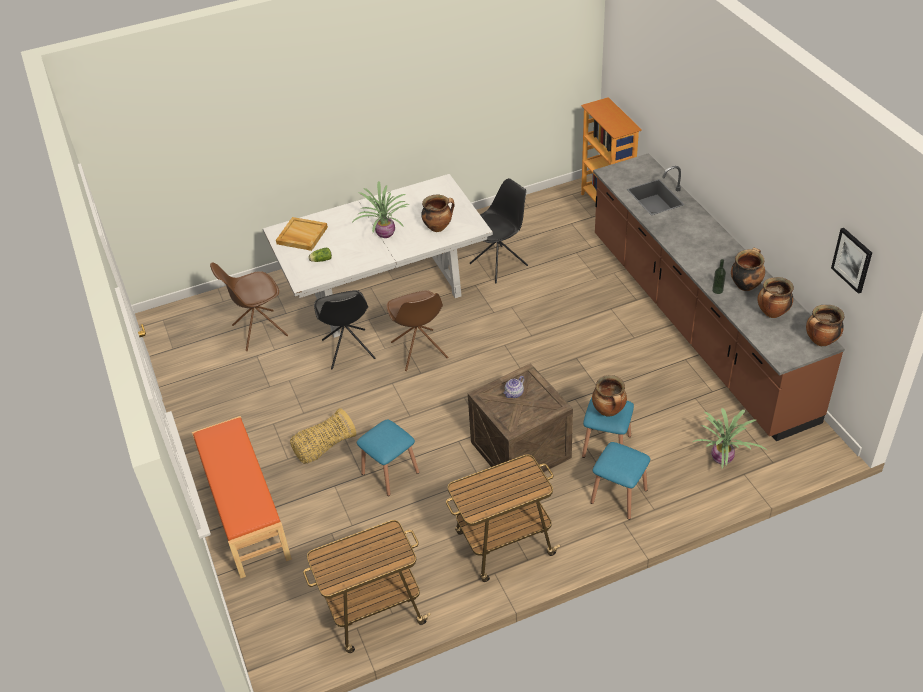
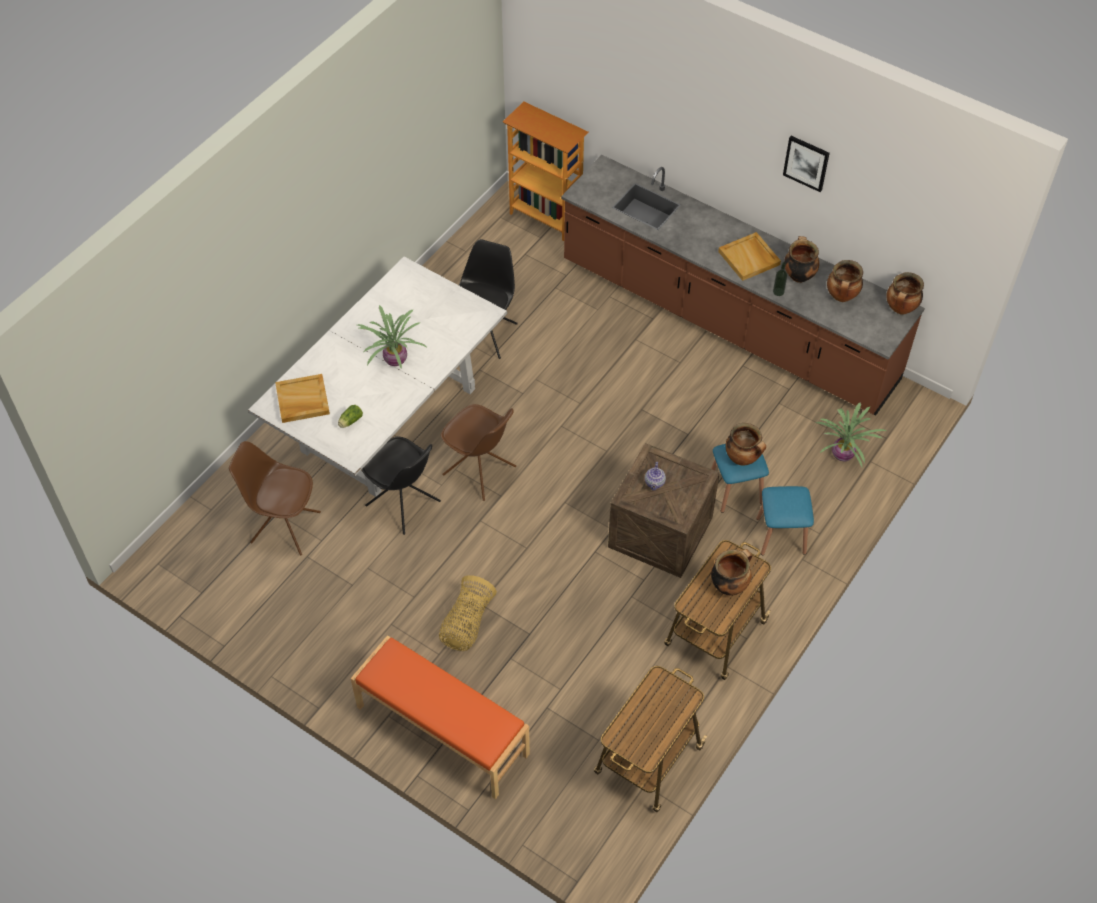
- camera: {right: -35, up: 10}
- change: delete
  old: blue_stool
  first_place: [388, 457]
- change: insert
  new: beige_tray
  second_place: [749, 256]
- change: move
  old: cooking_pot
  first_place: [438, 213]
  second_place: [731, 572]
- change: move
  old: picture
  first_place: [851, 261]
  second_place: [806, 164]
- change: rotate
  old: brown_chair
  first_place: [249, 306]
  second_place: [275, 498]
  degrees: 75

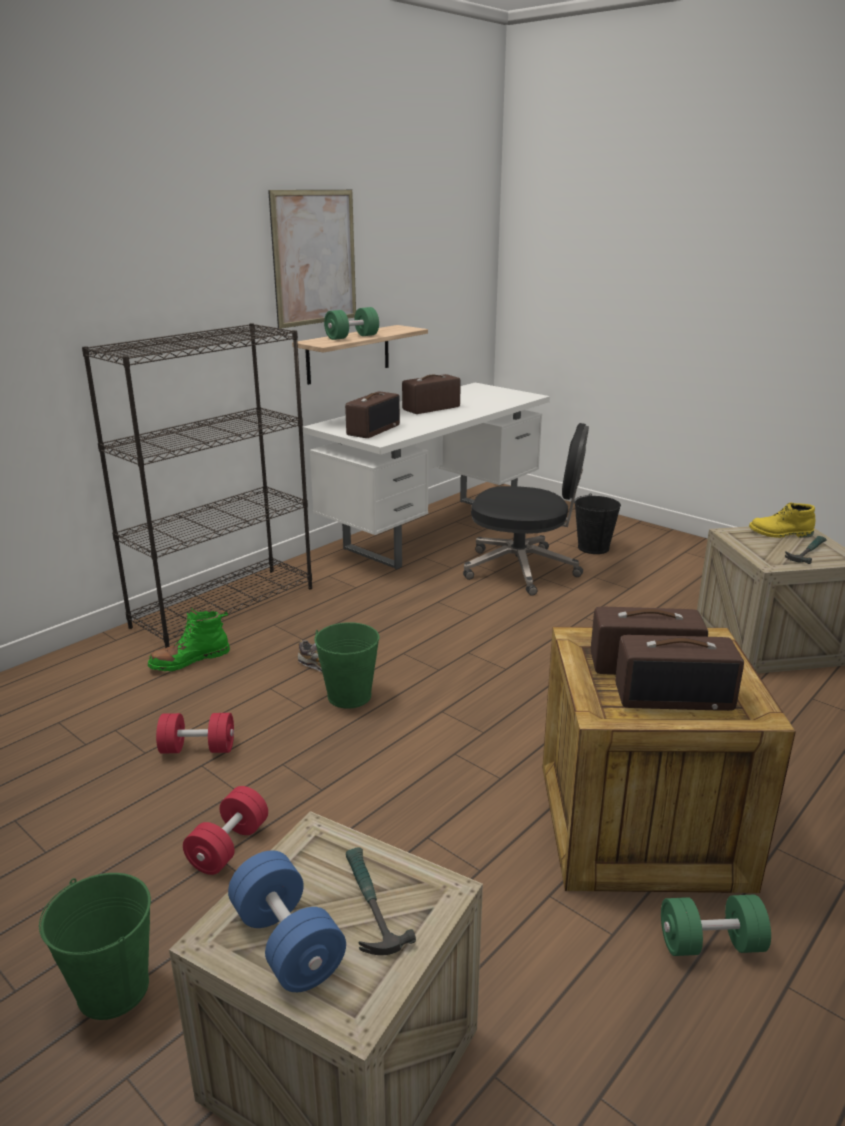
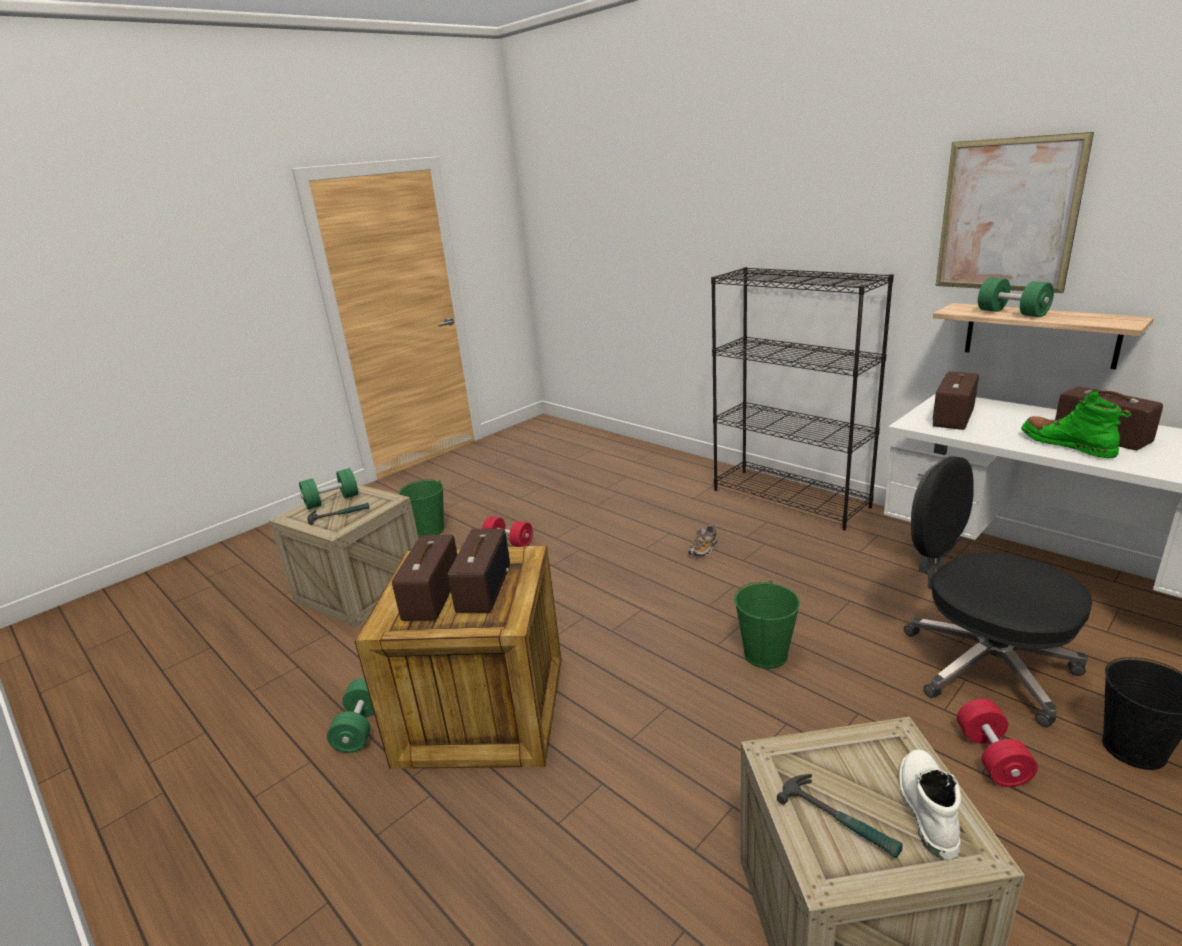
- camera: {right: 95, up: 0}
- change: move
  old: green_boot
  first_place: [189, 639]
  second_place: [1076, 424]
- change: move
  old: red_dumbbell
  first_place: [195, 733]
  second_place: [997, 743]
- change: move
  old: green_bucket
  first_place: [346, 665]
  second_place: [767, 624]
- change: recolor
  old: blue_dumbbell
  new: green_dumbbell
  first_place: [287, 921]
  second_place: [328, 488]
- change: recolor
  old: yellow_boot
  new: white_boot
  first_place: [782, 520]
  second_place: [930, 804]
- change: rotate
  old: radio
  first_place: [372, 414]
  second_place: [956, 401]
  degrees: 90
- change: rotate
  old: black_office_chair
  first_place: [526, 509]
  second_place: [998, 591]
  degrees: 120

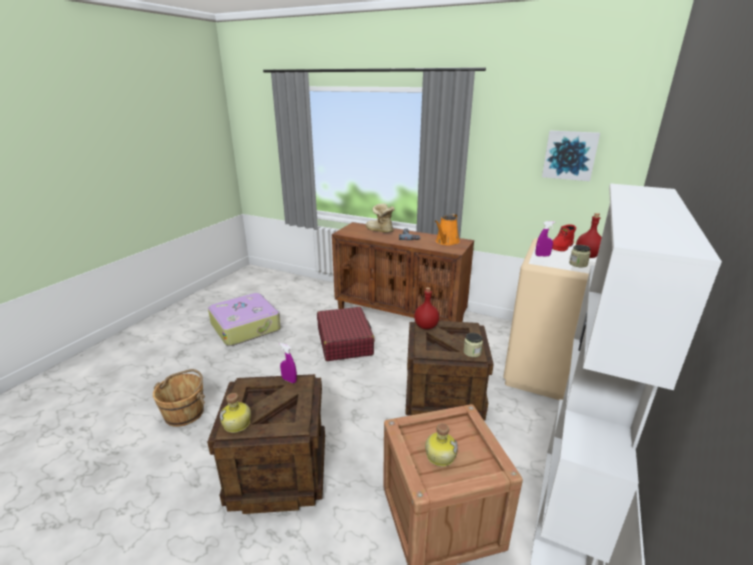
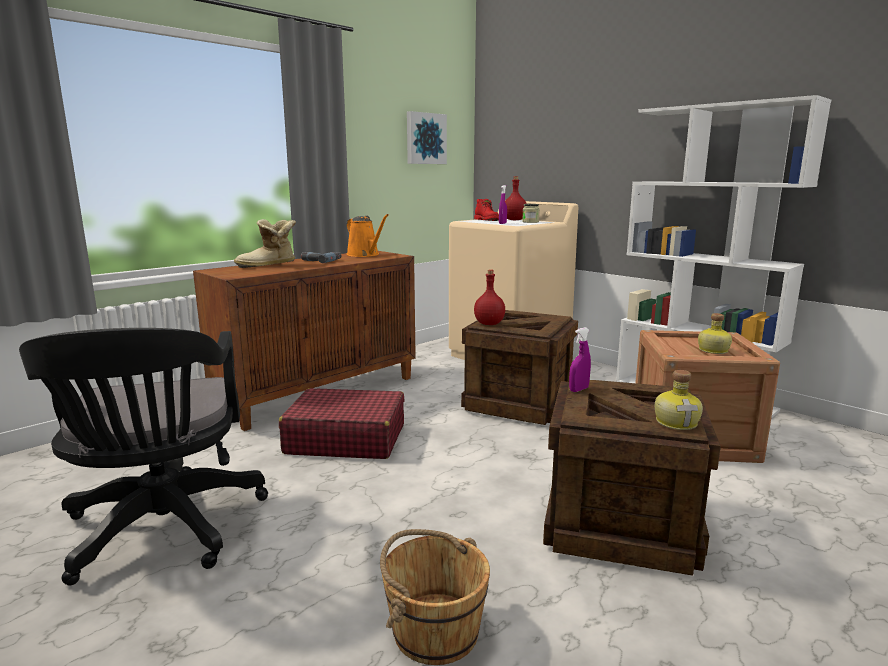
- camera: {right: -70, up: -10}
- change: delete
  old: jar
  first_place: [473, 345]
- change: replace
  old: suitcase
  new: black_office_chair
  first_place: [244, 319]
  second_place: [143, 457]

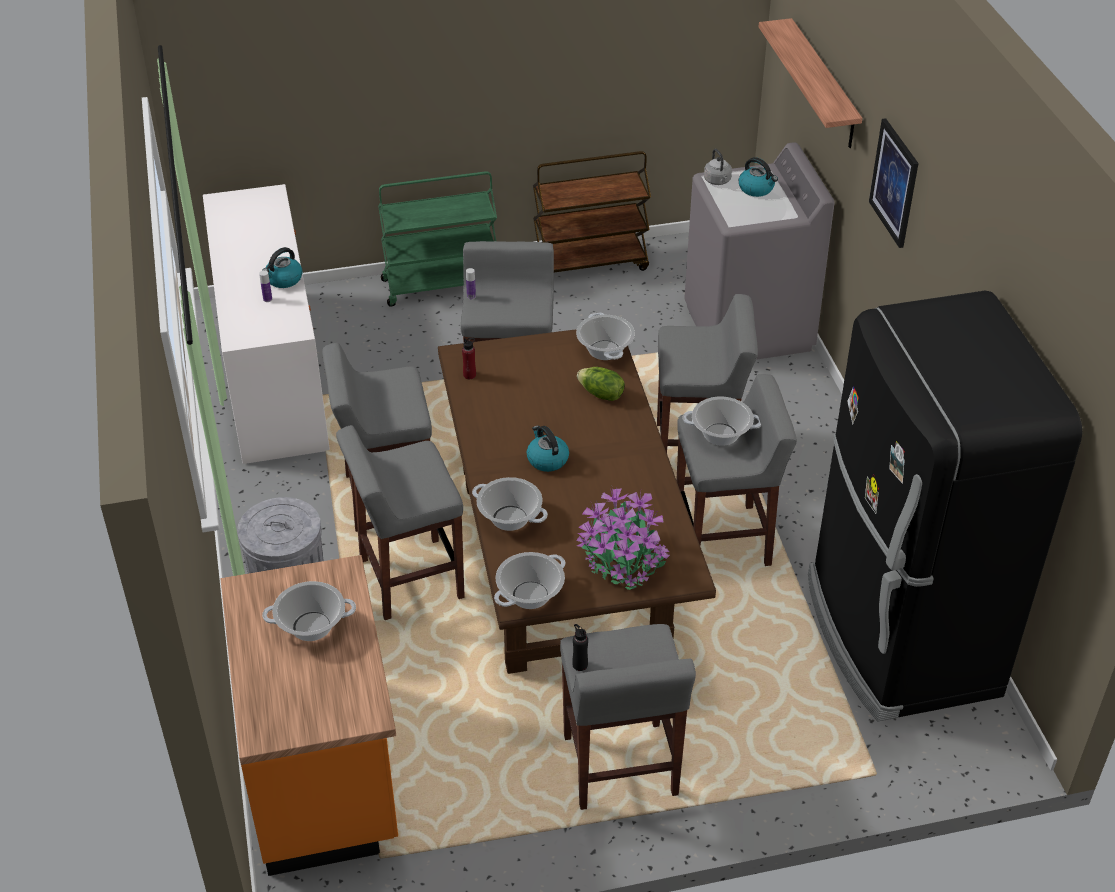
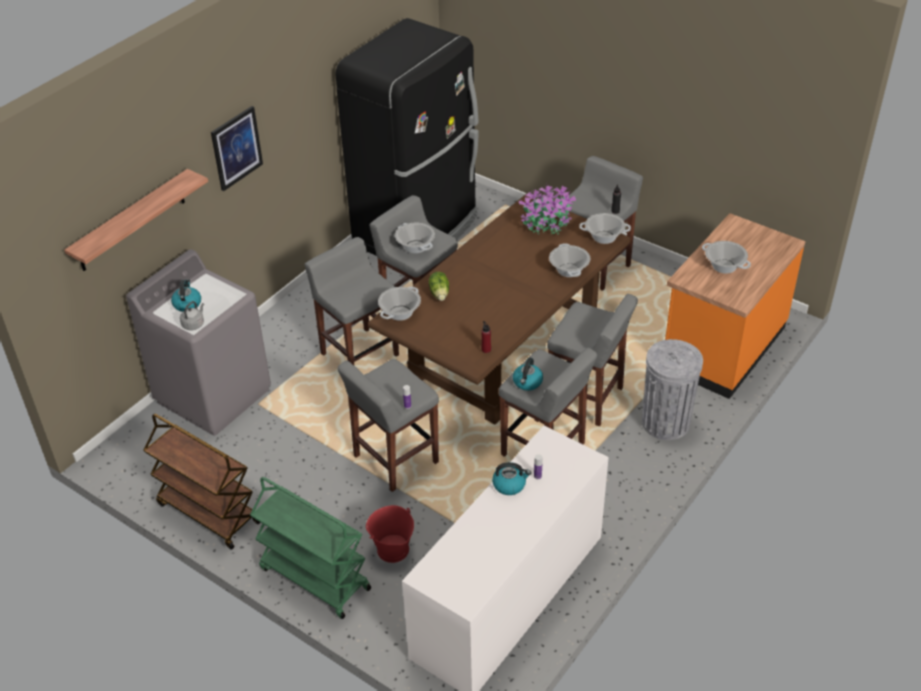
- camera: {right: -130, up: 0}
- change: insert
  new: red_bucket
  second_place: [390, 534]
- change: move
  old: kettle
  first_place: [548, 449]
  second_place: [528, 374]

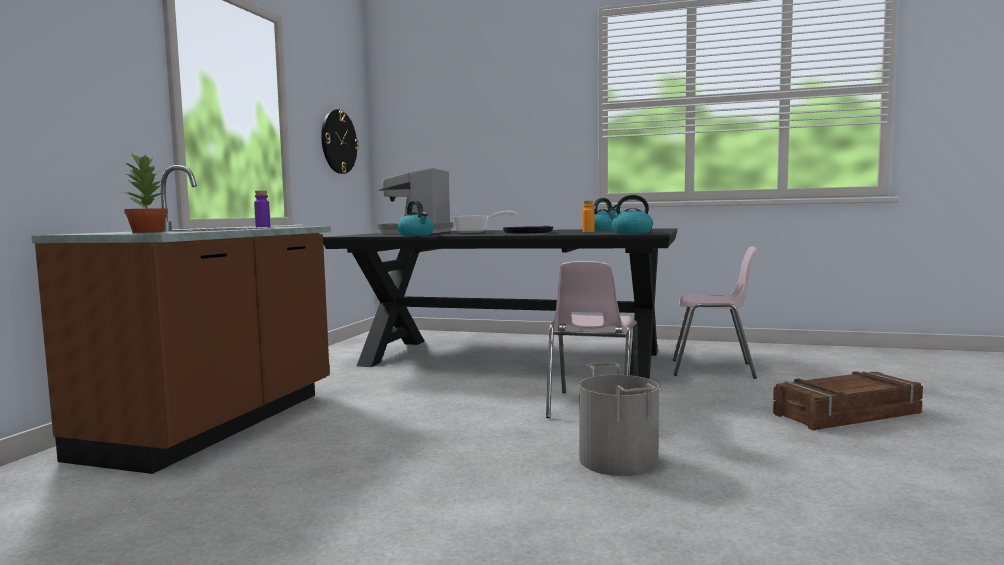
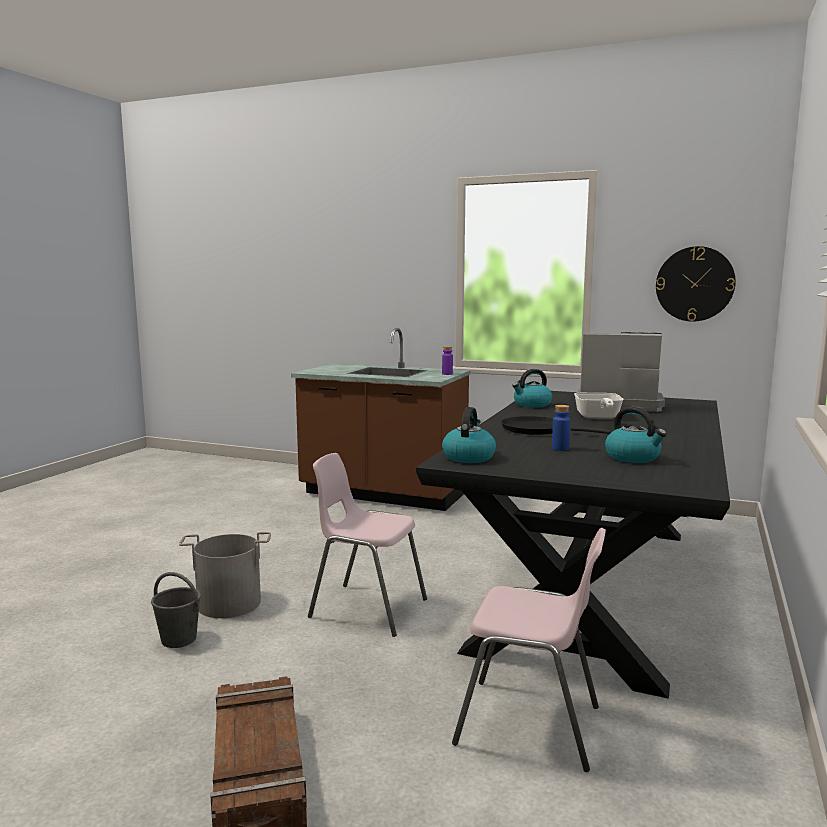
- camera: {right: 95, up: 5}
- change: delete
  old: potted_plant
  first_place: [146, 193]
- change: insert
  new: grey_bucket
  second_place: [176, 610]
- change: recolor
  old: orange_bottle
  new: blue_bottle
  first_place: [588, 216]
  second_place: [561, 428]
- change: rotate
  old: pink_chair
  first_place: [715, 312]
  second_place: [529, 650]
  degrees: -90

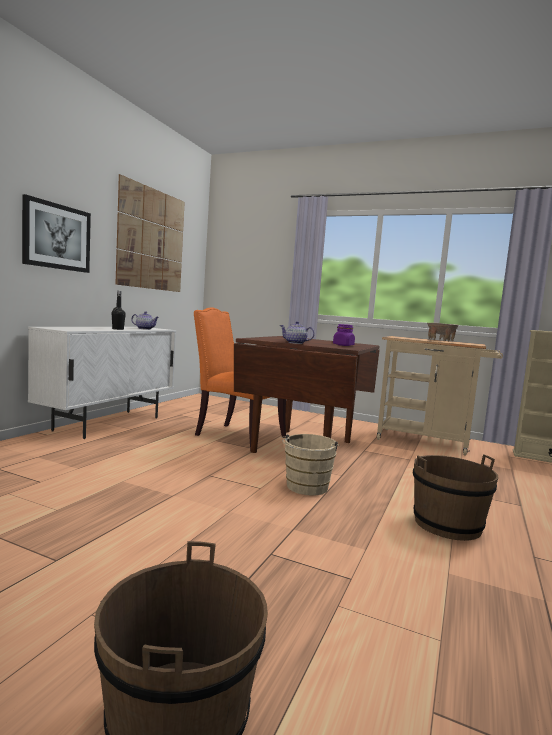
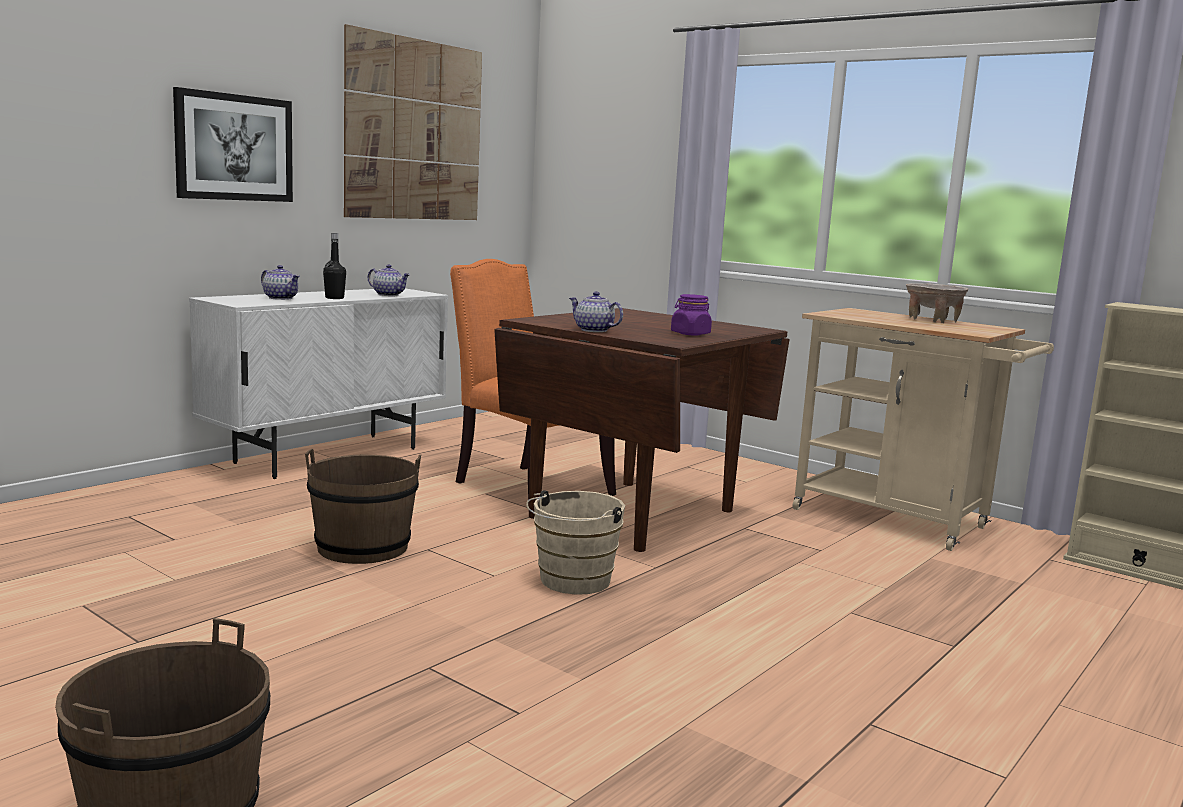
- camera: {right: 15, up: 5}
- change: insert
  new: teapot
  second_place: [280, 282]
- change: move
  old: brown_bucket
  first_place: [455, 497]
  second_place: [363, 506]

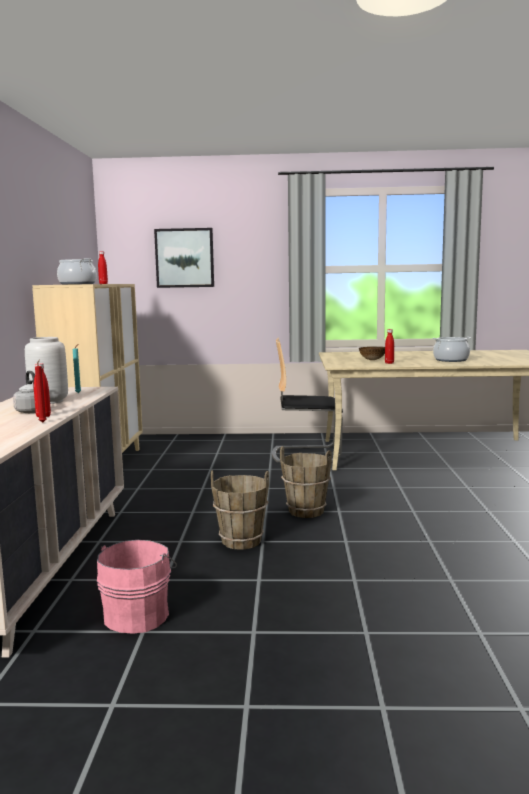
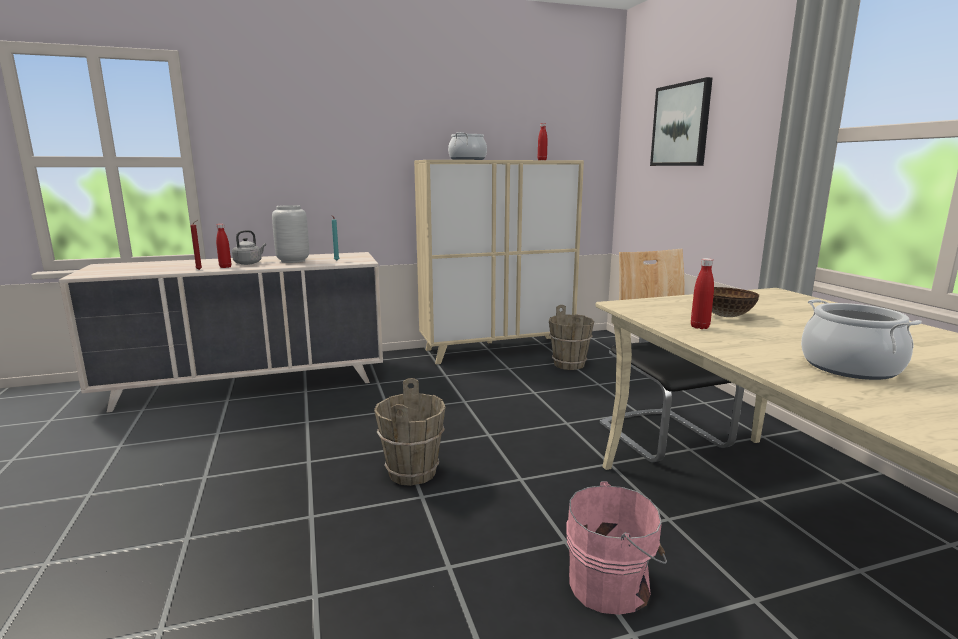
- camera: {right: 70, up: 5}
- change: move
  old: pink_bucket
  first_place: [137, 587]
  second_place: [616, 548]
- change: move
  old: brown_bucket
  first_place: [240, 510]
  second_place: [571, 337]

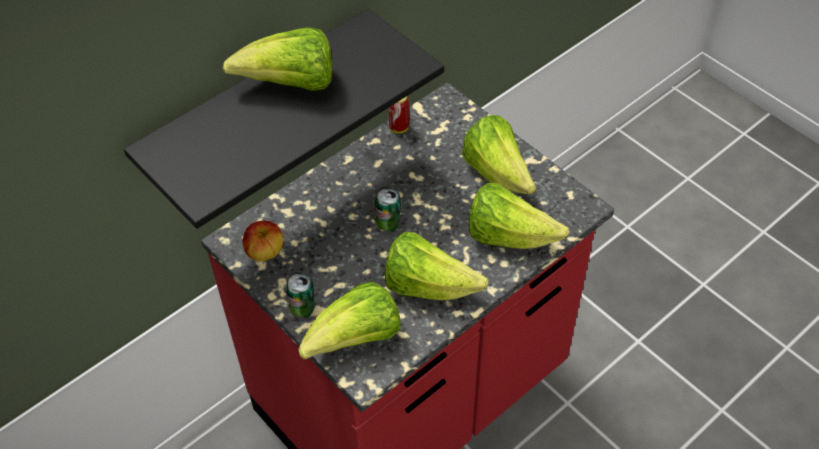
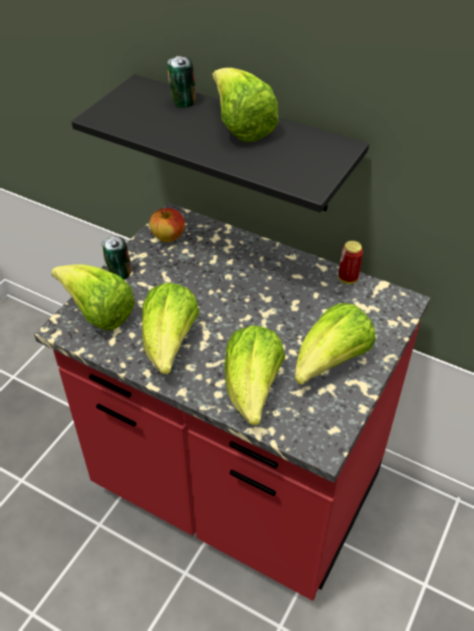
- camera: {right: 70, up: -5}
- change: move
  old: can
  first_place: [388, 209]
  second_place: [181, 81]

